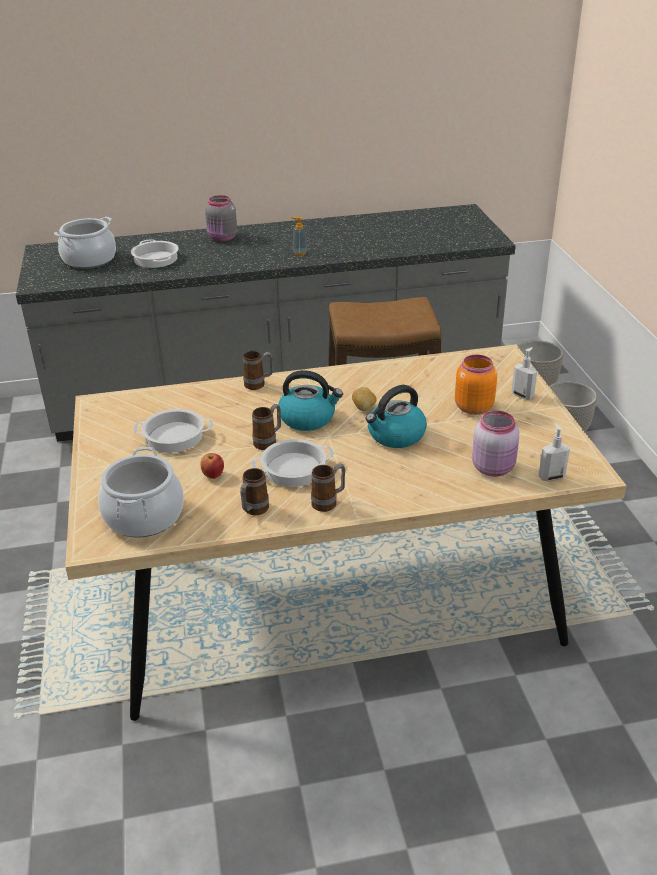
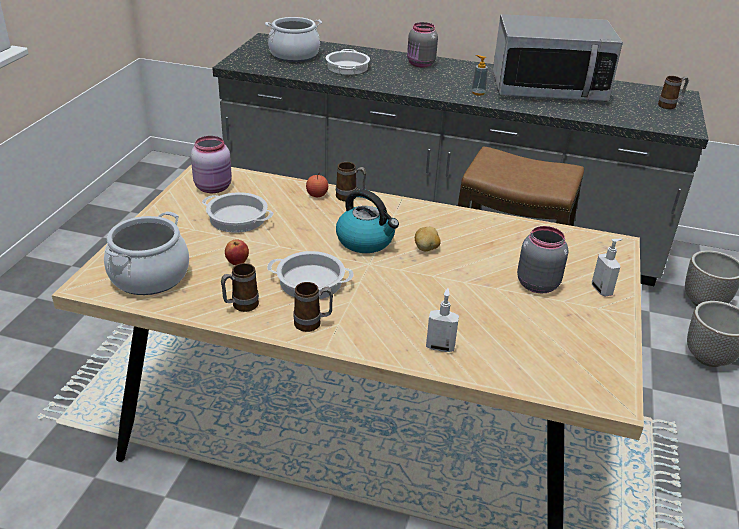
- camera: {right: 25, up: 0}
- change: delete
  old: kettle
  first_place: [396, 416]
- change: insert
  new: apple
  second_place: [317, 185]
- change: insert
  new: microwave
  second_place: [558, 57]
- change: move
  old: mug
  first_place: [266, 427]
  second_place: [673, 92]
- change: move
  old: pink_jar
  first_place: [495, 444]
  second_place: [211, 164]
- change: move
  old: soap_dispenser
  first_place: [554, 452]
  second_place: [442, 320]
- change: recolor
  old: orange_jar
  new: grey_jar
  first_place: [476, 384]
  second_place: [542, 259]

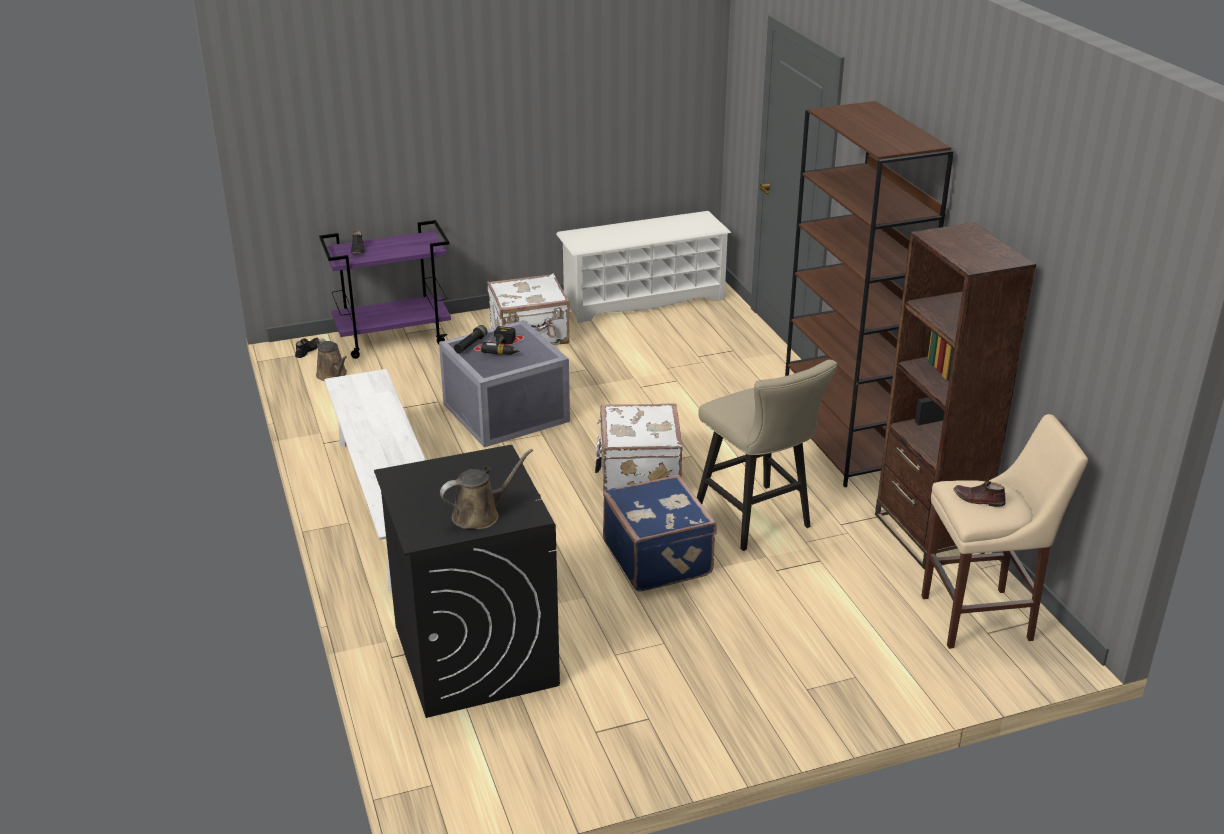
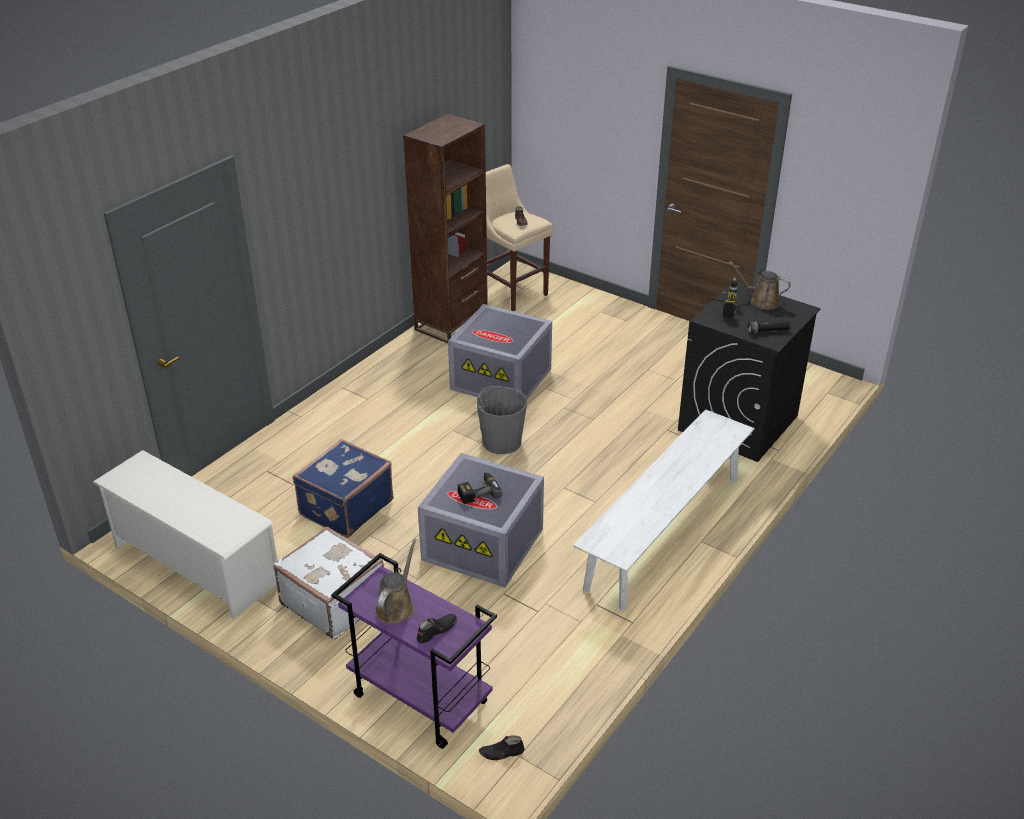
- camera: {right: -125, up: 5}
- change: delete
  old: brown_bookcase
  first_place: [869, 294]
- change: insert
  new: power_drill
  second_place: [721, 297]
- change: move
  old: brown_watering_can
  first_place: [331, 359]
  second_place: [396, 581]
- change: move
  old: black_flashlight
  first_place: [471, 339]
  second_place: [769, 327]
- change: move
  old: blue_suitcase
  first_place: [660, 533]
  second_place: [343, 488]
- change: replace
  old: white_suitcase
  new: grey_bucket
  first_place: [639, 447]
  second_place: [502, 420]
- change: replace
  old: beige_stool
  new: grey_storage_box
  first_place: [767, 455]
  second_place: [500, 351]

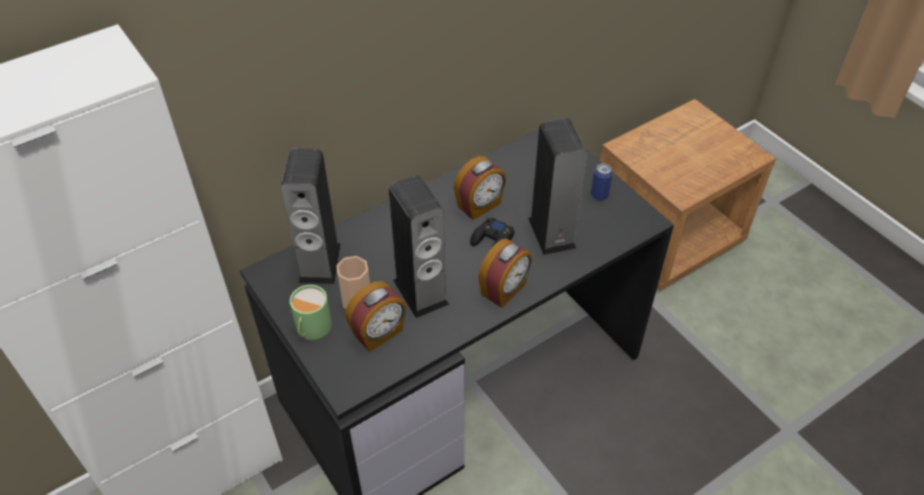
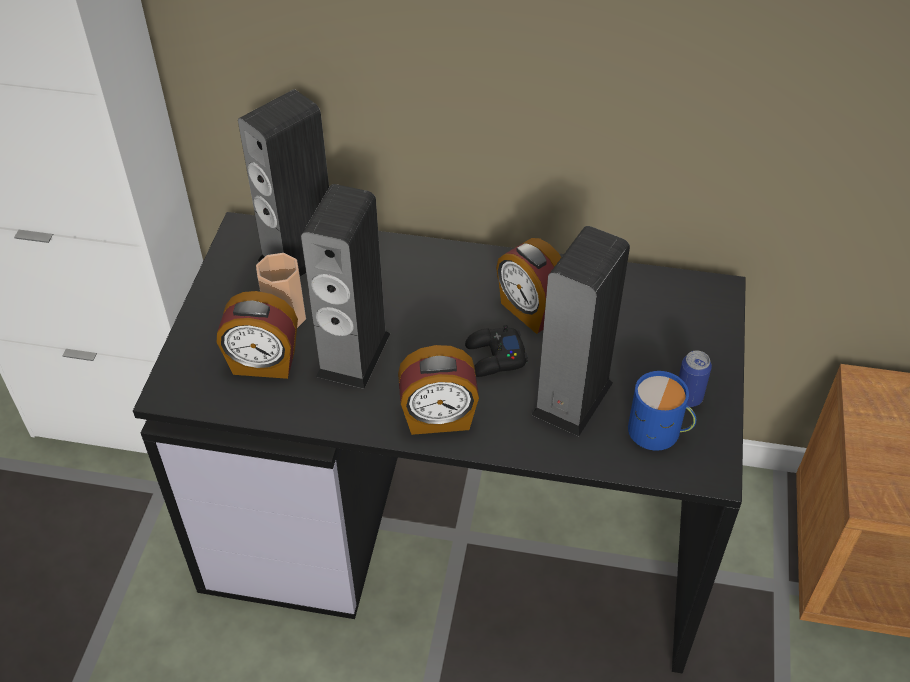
- camera: {right: 45, up: 0}
- change: delete
  old: green_mug
  first_place: [311, 312]
- change: insert
  new: blue_mug
  second_place: [662, 411]
- change: rotate
  old: alarm_clock
  first_place: [480, 188]
  second_place: [528, 286]
  degrees: 45

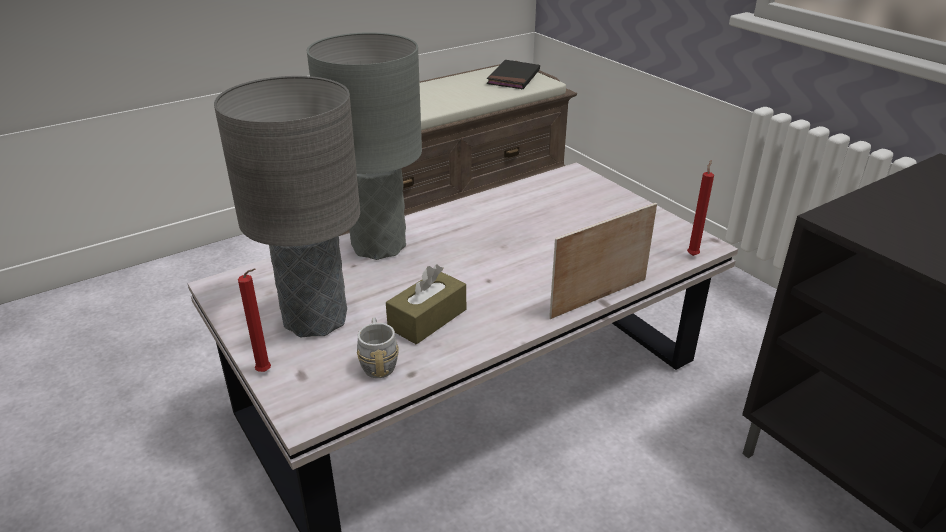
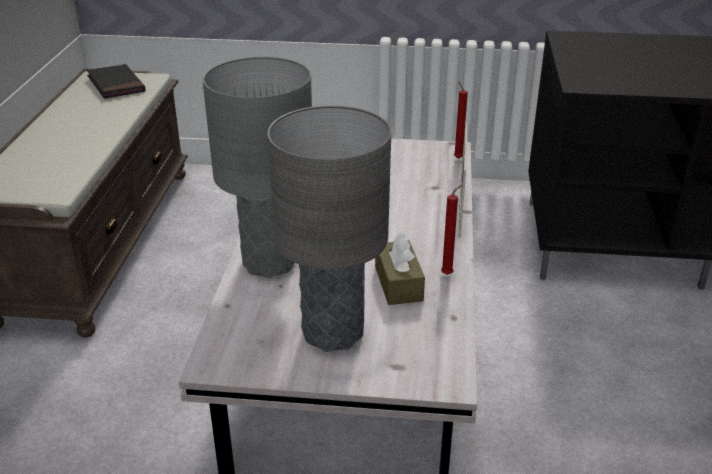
- camera: {right: -50, up: 0}
- change: delete
  old: grey_mug
  first_place: [378, 347]
- change: move
  old: red_candle
  first_place: [254, 320]
  second_place: [451, 230]

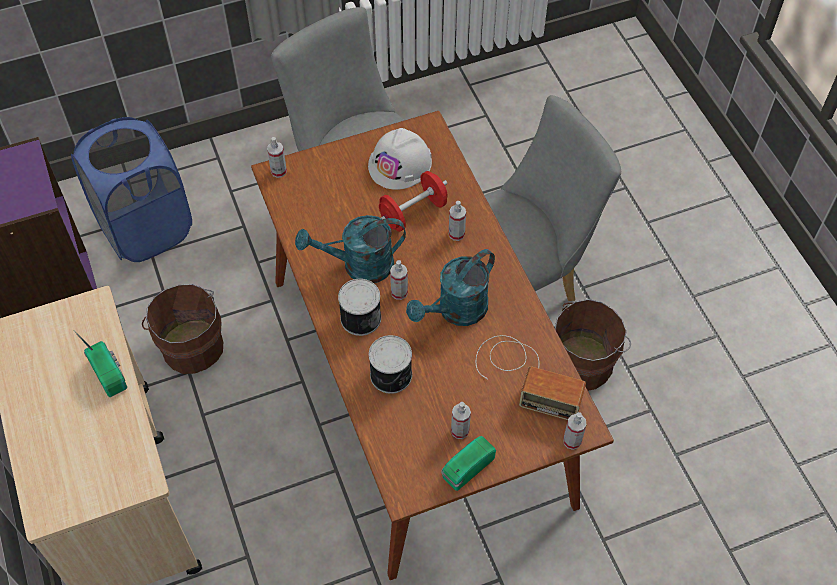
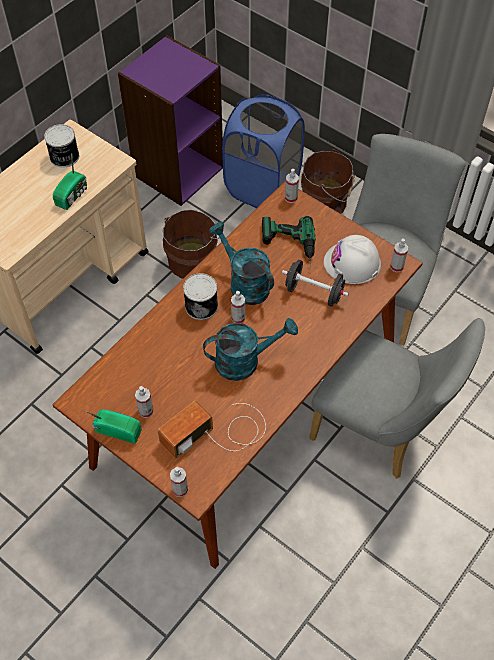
- camera: {right: 60, up: 0}
- change: insert
  new: power_drill
  second_place: [289, 241]
- change: move
  old: can
  first_place: [390, 364]
  second_place: [61, 146]
- change: move
  old: spray_bottle
  first_place: [457, 221]
  second_place: [399, 255]
- change: move
  old: brown_bucket
  first_place: [592, 345]
  second_place: [328, 181]
- change: recolor
  old: red_dumbbell
  new: black_dumbbell
  first_place: [413, 201]
  second_place: [315, 283]
- change: rotate
  old: turquoise_watering_can
  first_place: [450, 287]
  second_place: [250, 349]
  degrees: 150
- change: rotate
  old: radio
  first_place: [531, 377]
  second_place: [212, 429]
  degrees: 60

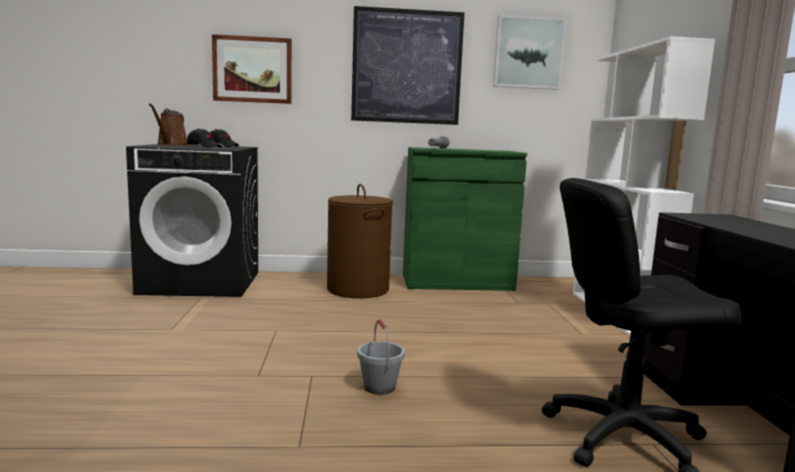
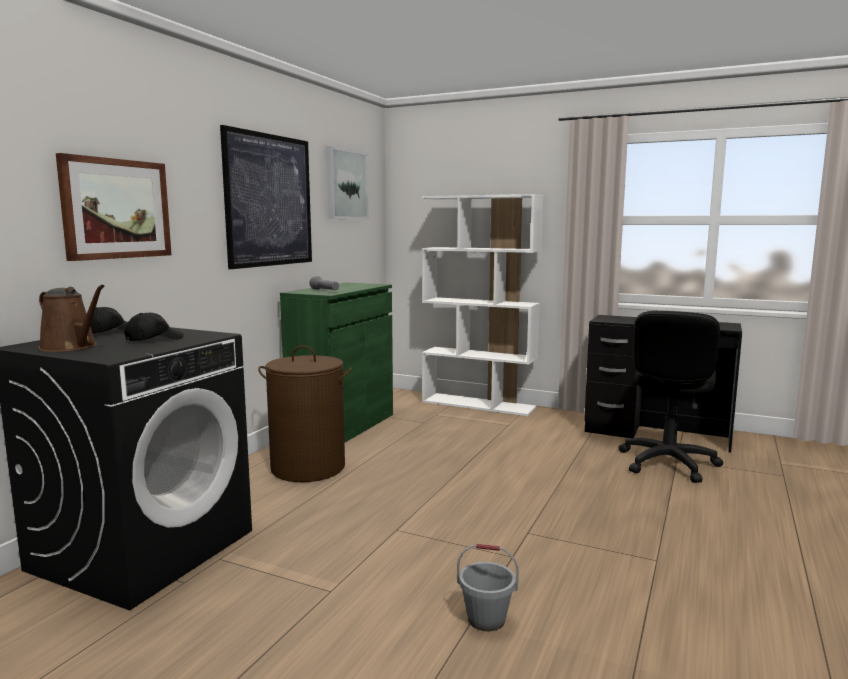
- camera: {right: -60, up: 0}
- change: move
  old: grey_bucket
  first_place: [381, 357]
  second_place: [488, 587]

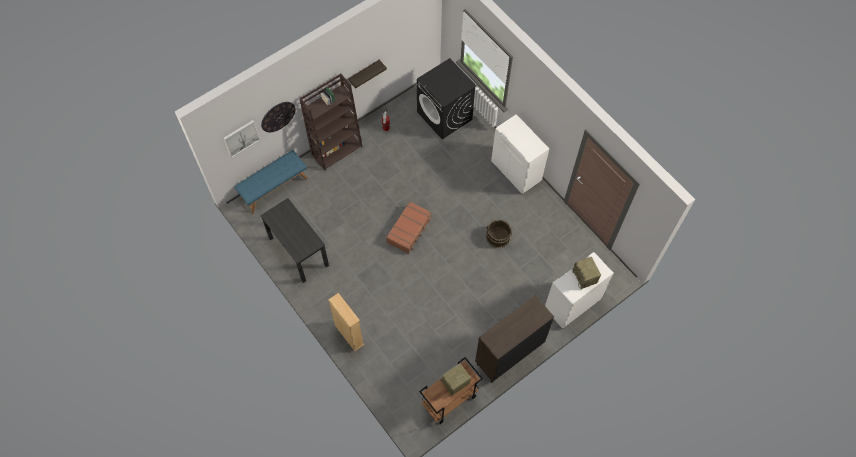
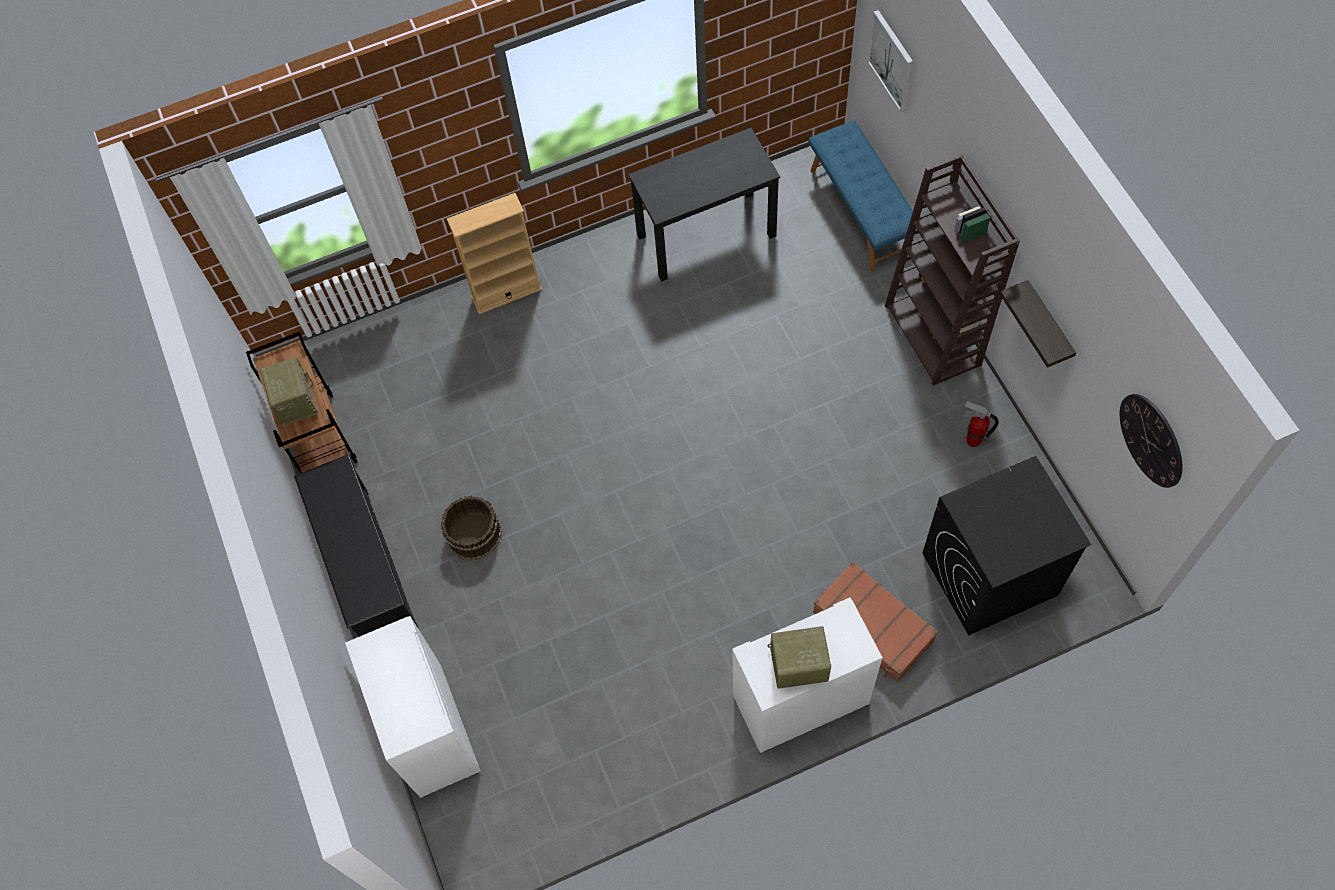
- camera: {right: 110, up: 0}
- change: move
  old: wall_clock
  first_place: [278, 117]
  second_place: [1151, 441]
- change: move
  old: brown_suitcase
  first_place: [408, 227]
  second_place: [875, 622]
- change: move
  old: brown_bucket
  first_place: [499, 234]
  second_place: [471, 528]
- change: move
  old: radio
  first_place: [587, 273]
  second_place: [799, 657]
- change: replace
  old: brown_cabinet
  new: black_shoe_rack
  first_place: [514, 338]
  second_place: [356, 545]

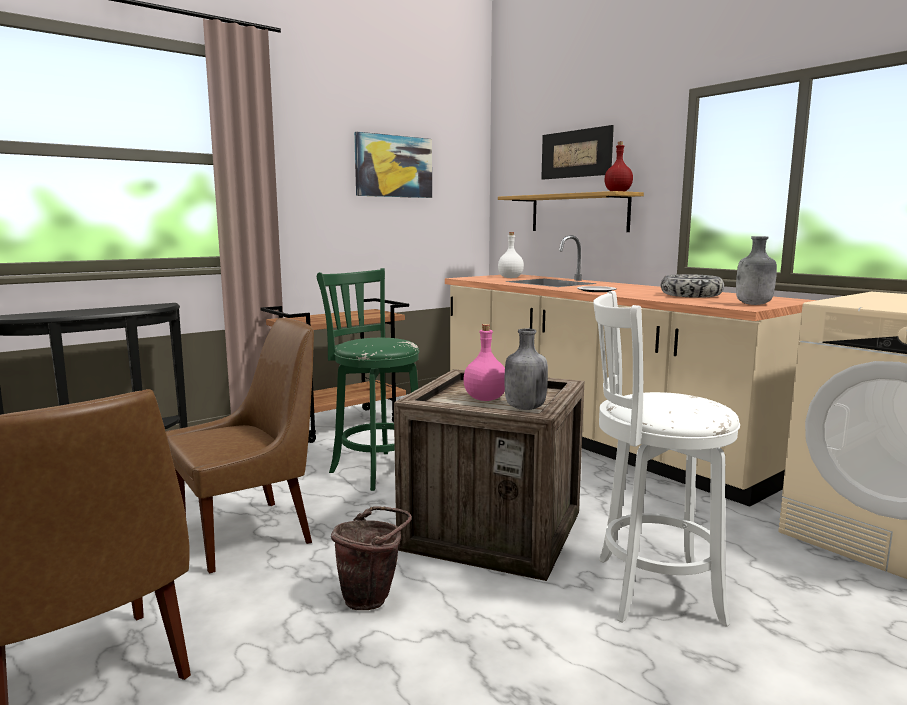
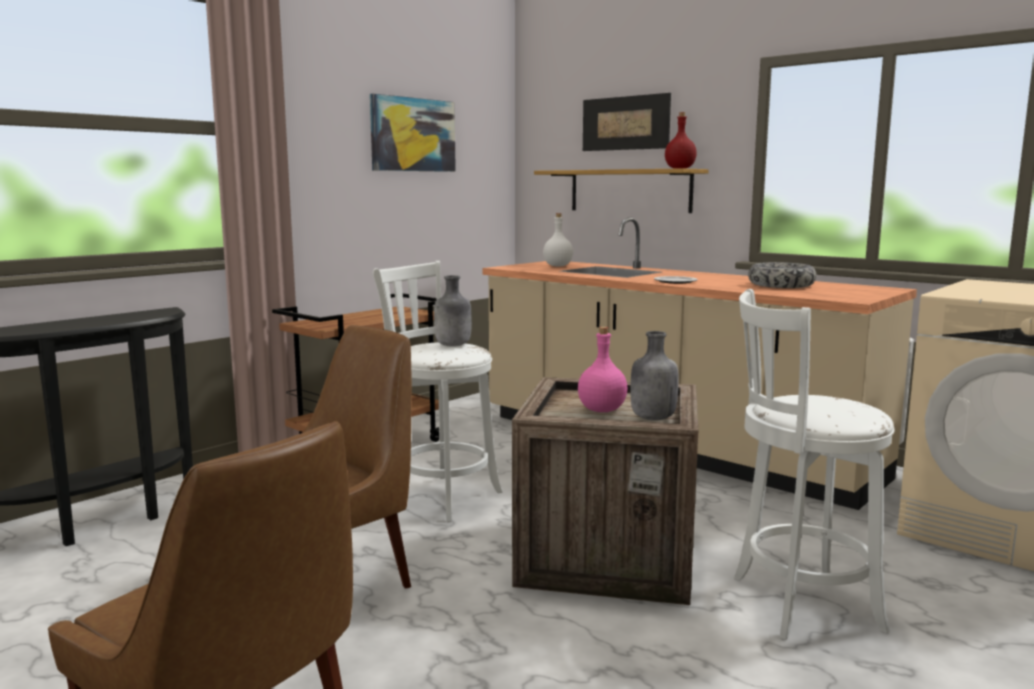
- camera: {right: -10, up: 0}
- change: delete
  old: brown_bucket
  first_place: [371, 558]
- change: move
  old: grey_bottle
  first_place: [756, 270]
  second_place: [453, 311]
- change: recolor
  old: green_stool
  new: white_stool
  first_place: [368, 379]
  second_place: [437, 391]

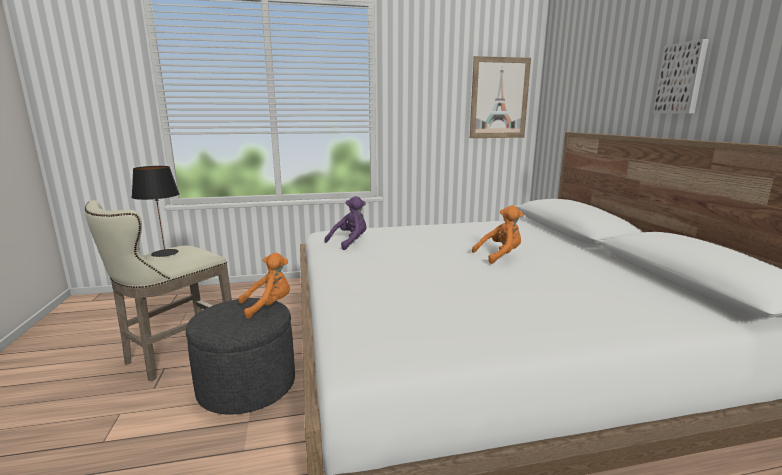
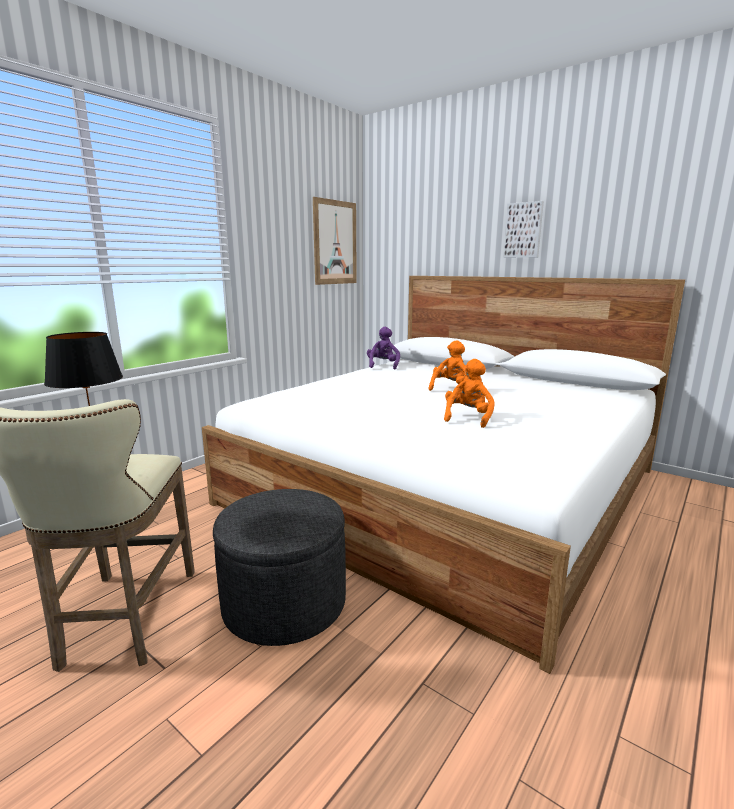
- camera: {right: -40, up: 0}
- change: move
  old: orange_plush_toy
  first_place: [264, 285]
  second_place: [469, 393]
- change: move
  old: purple_plush_toy
  first_place: [345, 223]
  second_place: [383, 348]

